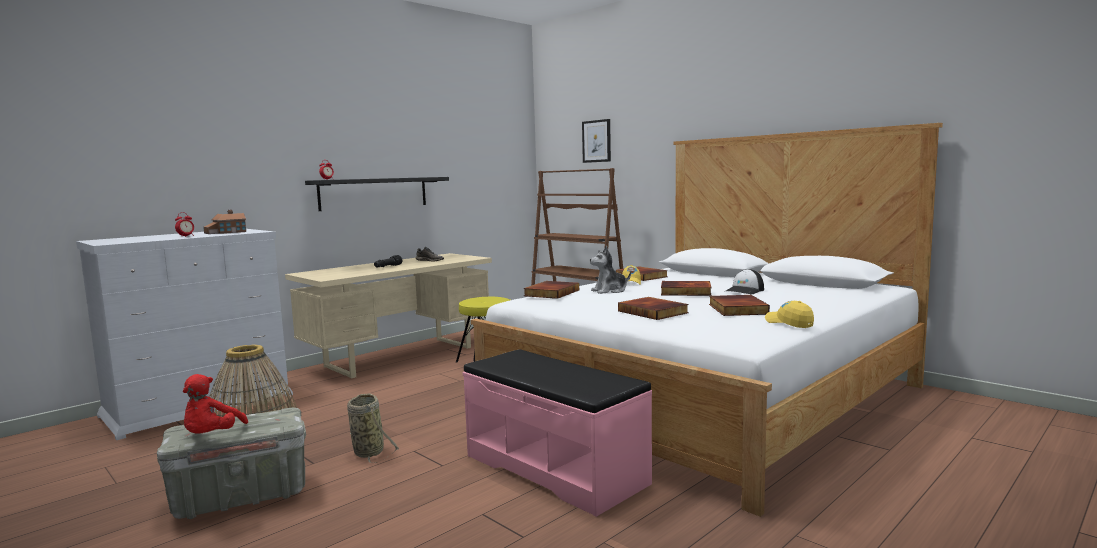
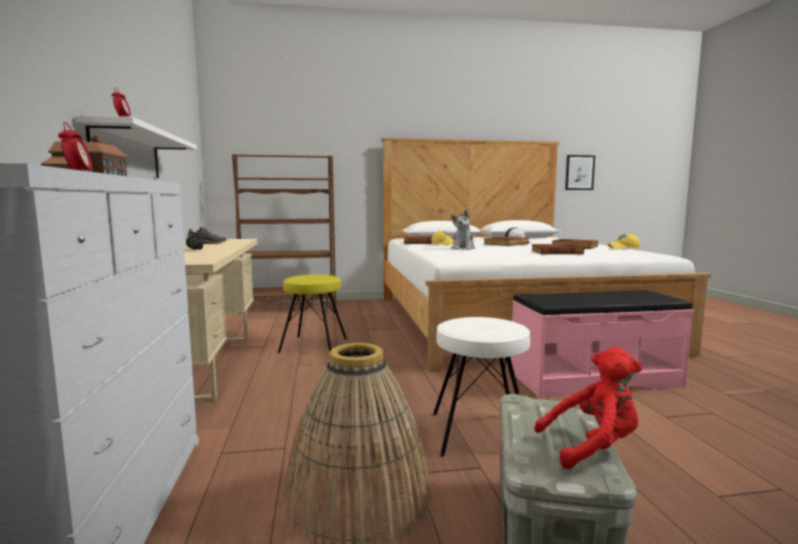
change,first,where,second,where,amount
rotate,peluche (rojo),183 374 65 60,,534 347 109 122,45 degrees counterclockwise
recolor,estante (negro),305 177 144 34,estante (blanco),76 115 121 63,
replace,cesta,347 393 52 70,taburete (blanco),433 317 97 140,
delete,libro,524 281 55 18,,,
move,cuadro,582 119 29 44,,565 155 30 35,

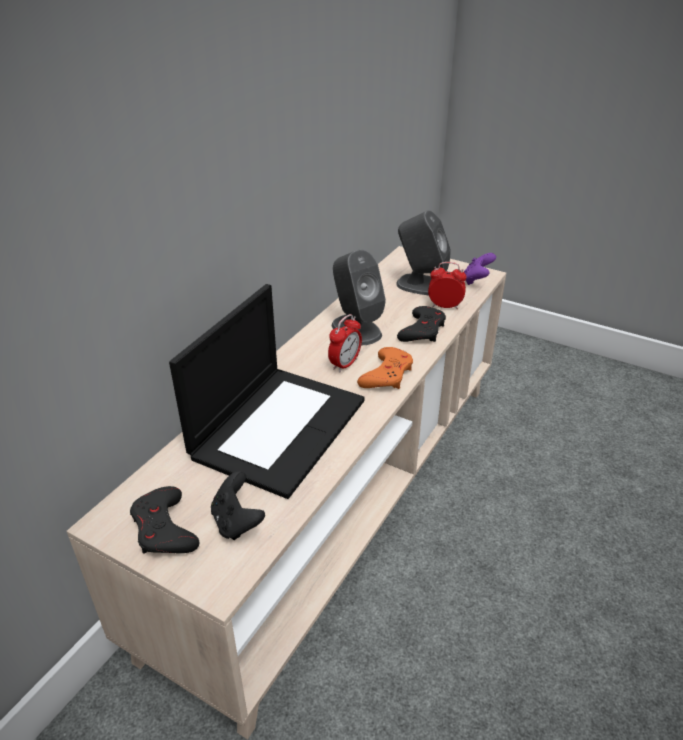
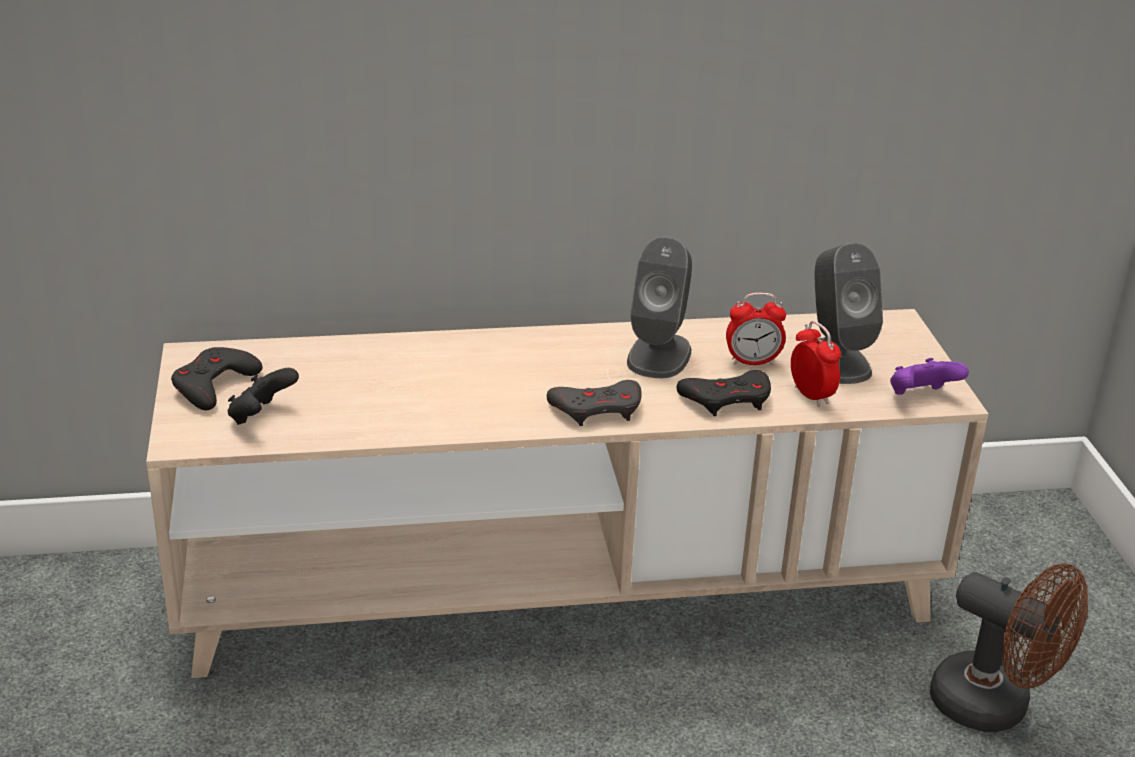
change,first,where,second,where,amount
delete,portátil,169 284 195 215,,,
move,despertador,328 314 34 58,,726 292 60 73,
recolor,mando de consola (naranja),357 347 56 42,mando de consola (gris),547 380 95 46,
insert,,,ventilador (marrón),930 563 158 169,

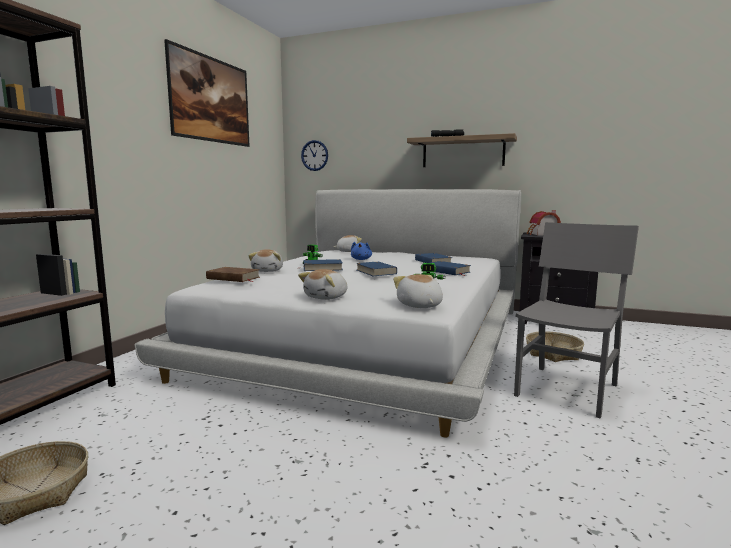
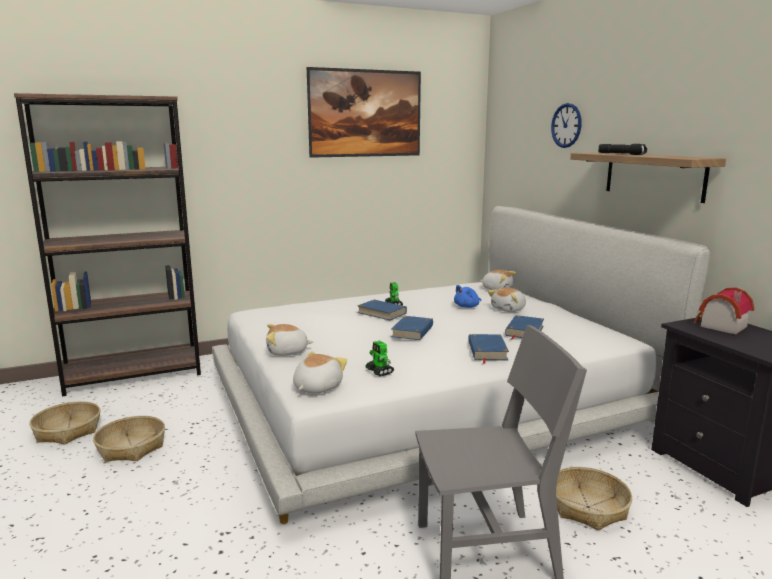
change,first,where,second,where,amount
delete,libro (marrón),206 267 54 15,,,
move,peluche,248 249 35 23,,488 287 38 25,
move,reloj de pared,301 140 27 31,,551 103 31 45,
insert,,,cesta,93 416 72 46,

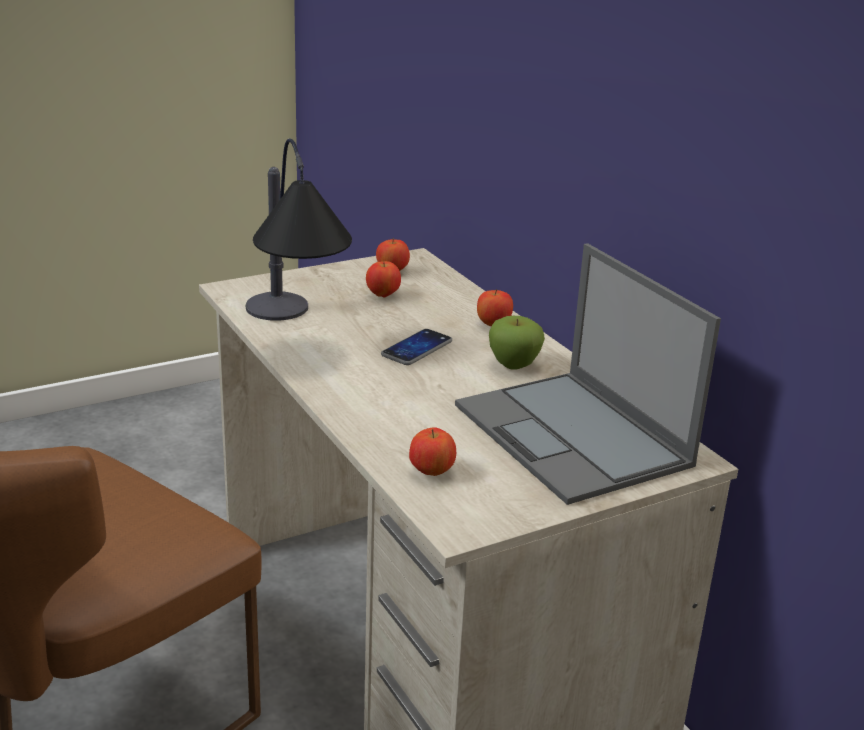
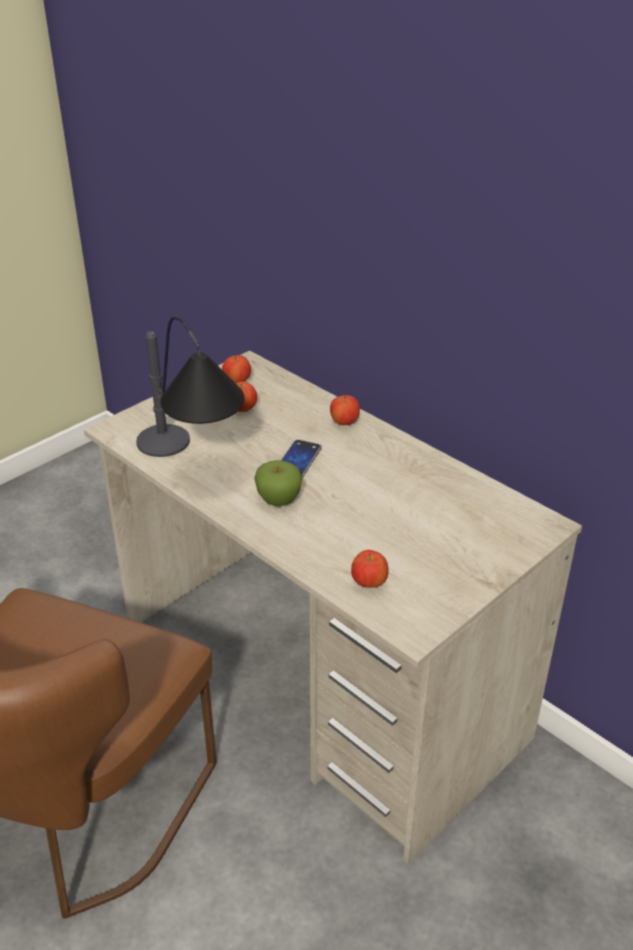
change,first,where,second,where,amount
delete,portátil,455 243 266 262,,,
move,manzana,489 316 56 54,,254 460 48 47,

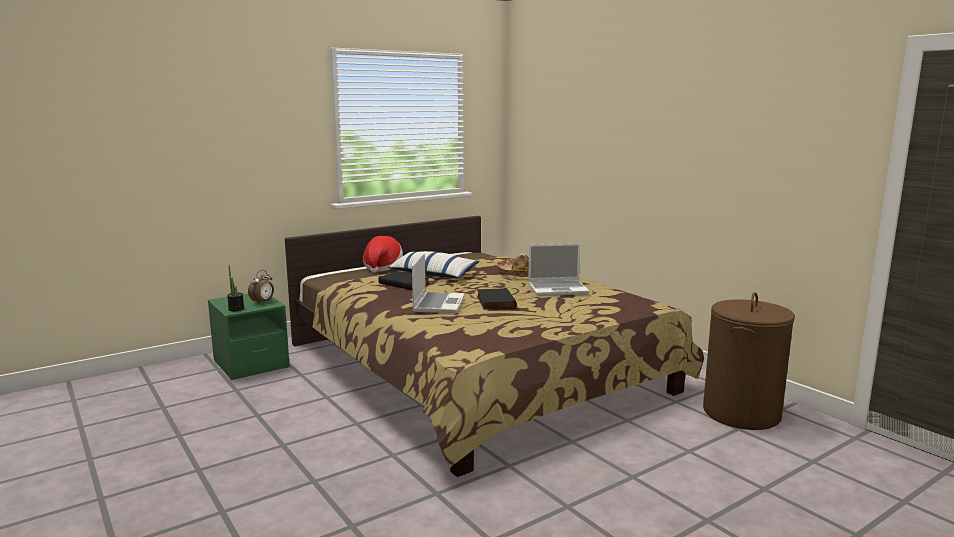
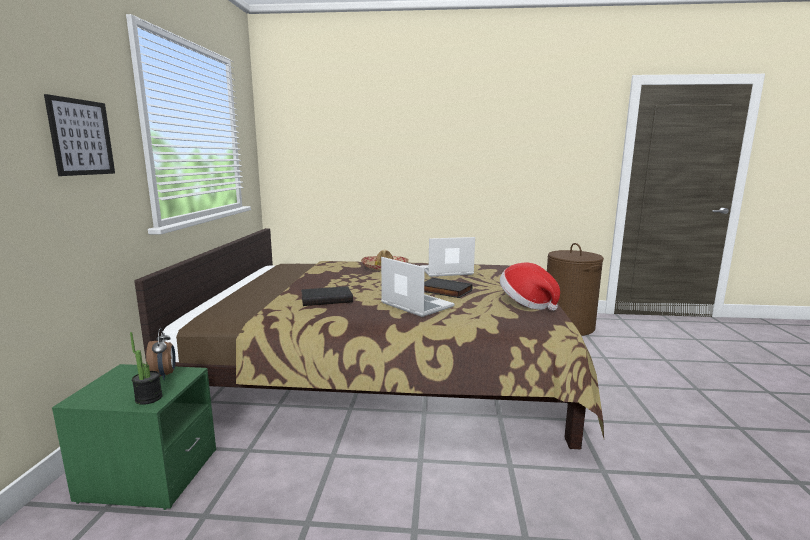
change,first,where,second,where,amount
move,sombrero,363 236 40 37,,500 262 60 49,
delete,cojín,388 251 92 27,,,
rotate,portátil,528 244 61 52,,420 237 55 40,135 degrees counterclockwise
insert,,,cuadro,44 94 71 82,

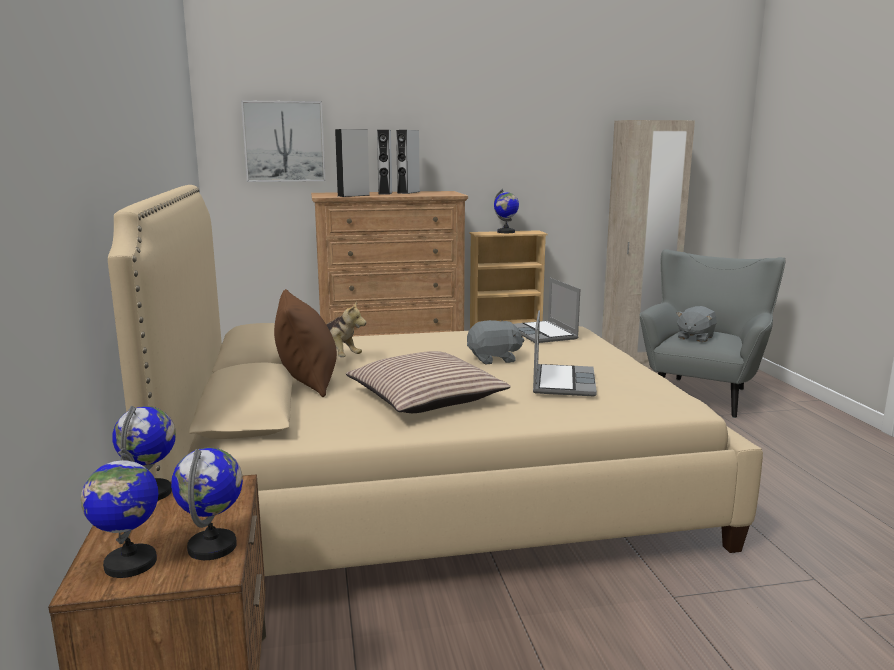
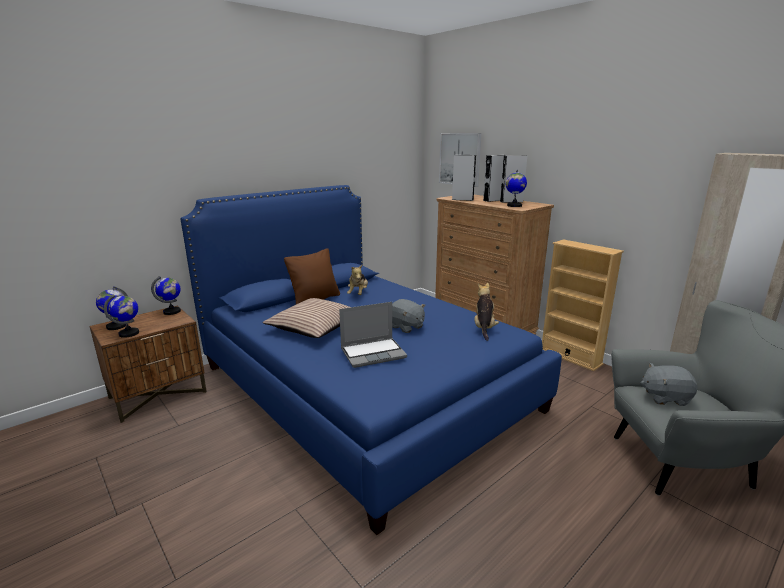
change,first,where,second,where,amount
recolor,cama (beis),108 185 655 391,cama (azul),180 185 382 350,
move,globo terráqueo,494 189 25 44,,506 169 21 38,
replace,portátil,514 278 66 65,peluche,474 283 25 58,

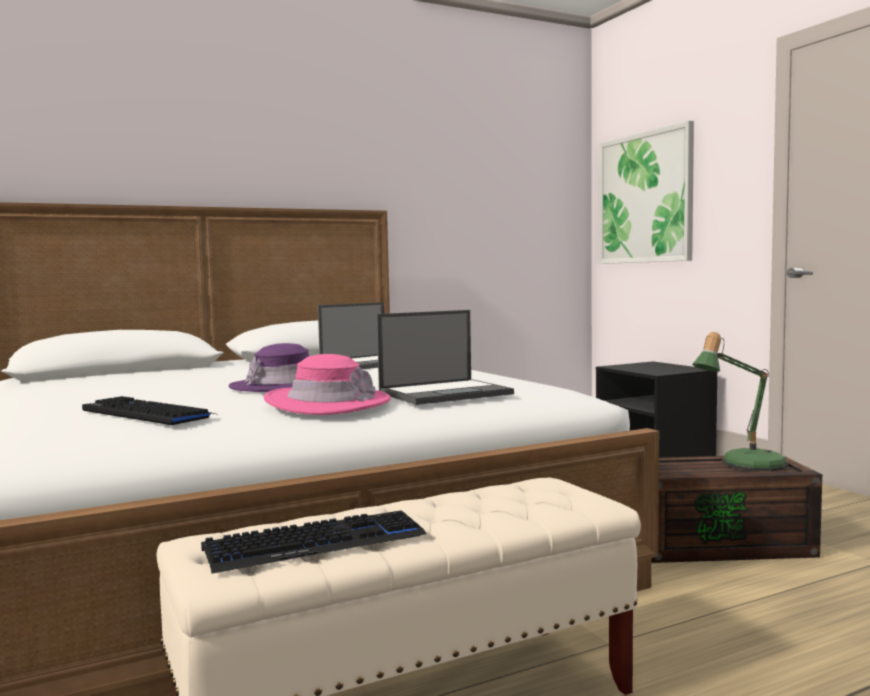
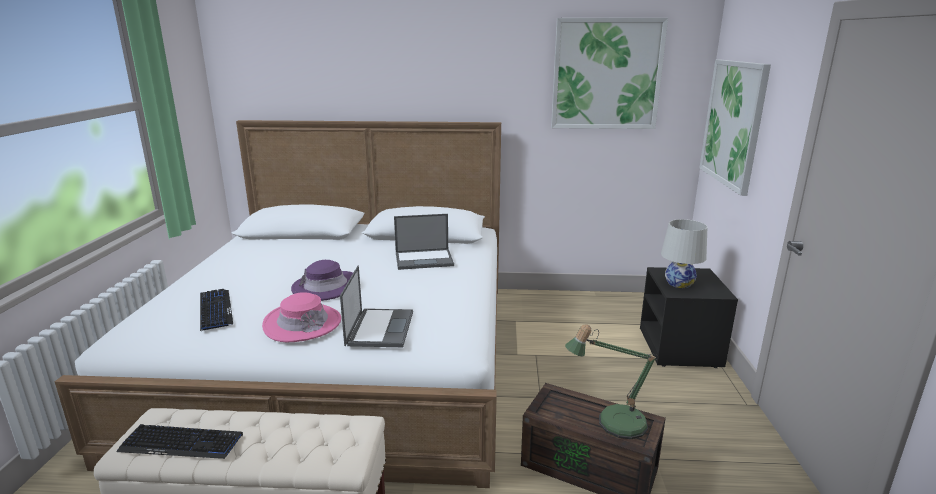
change,first,where,second,where,amount
rotate,portátil,377 310 137 95,,340 266 73 81,90 degrees counterclockwise
insert,,,cuadro,551 18 117 111,
insert,,,lámpara de mesa (blanco),661 219 46 69,

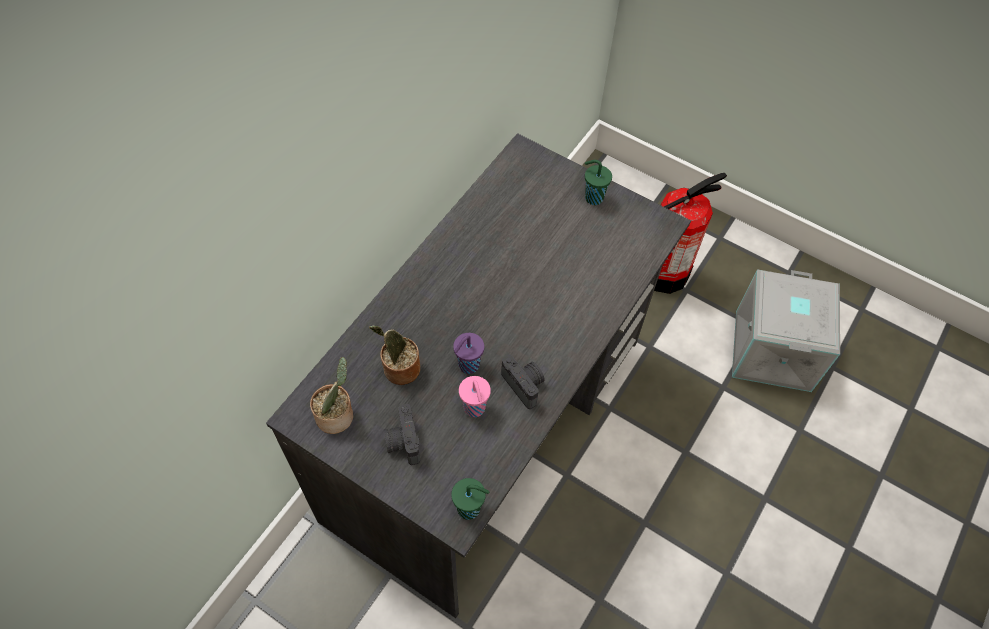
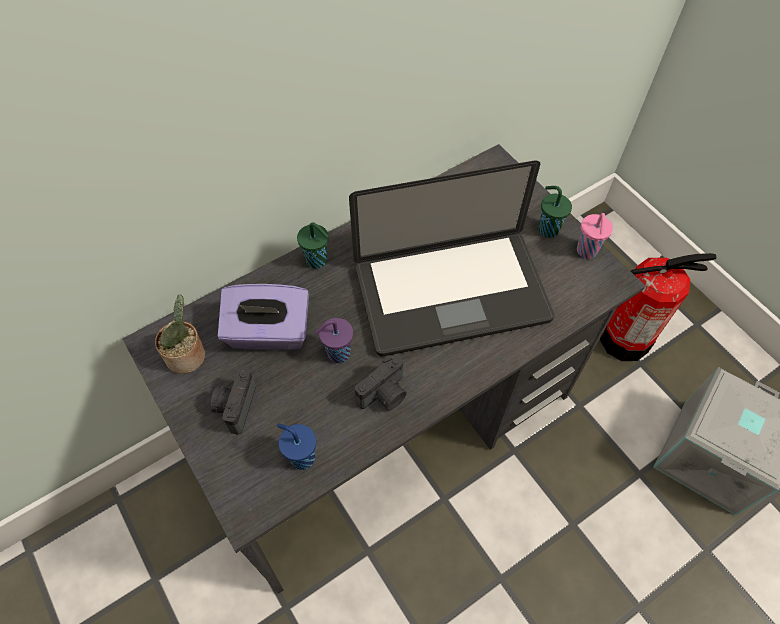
change,first,where,second,where,amount
replace,planta en maceta,369 326 51 59,caja de pañuelos (morado),218 284 91 66,
move,taza (verde),451 478 38 42,,297 222 31 47,
move,taza (rosa),459 376 32 41,,577 213 36 46,
rotate,cámara,501 355 44 54,,355 355 52 56,60 degrees clockwise
insert,,,taza (azul),277 424 39 46,
insert,,,portátil,349 161 206 195,

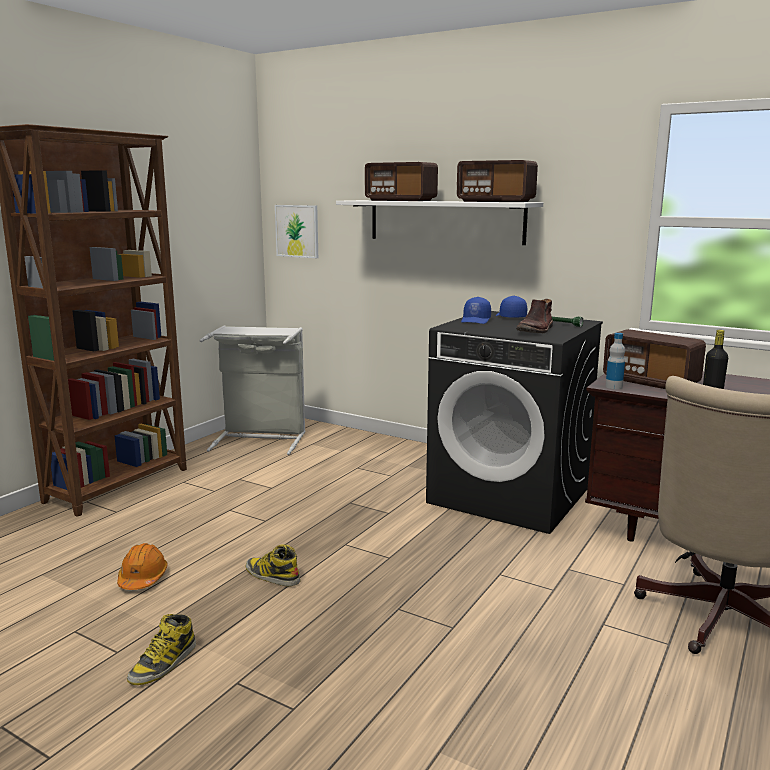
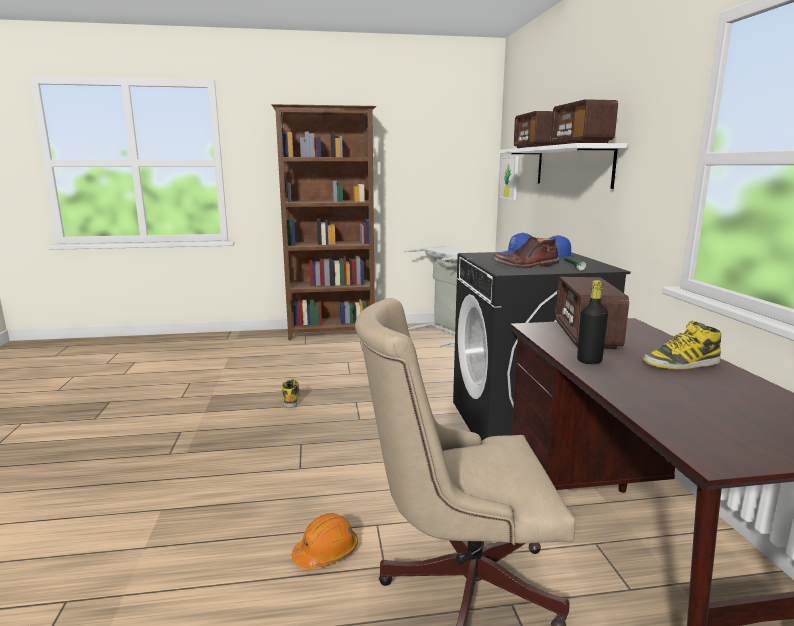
change,first,where,second,where,amount
move,casco (naranja),117 543 51 47,,292 513 66 56,
move,bota,127 614 69 71,,643 321 78 49,
delete,botella,605 333 20 56,,,

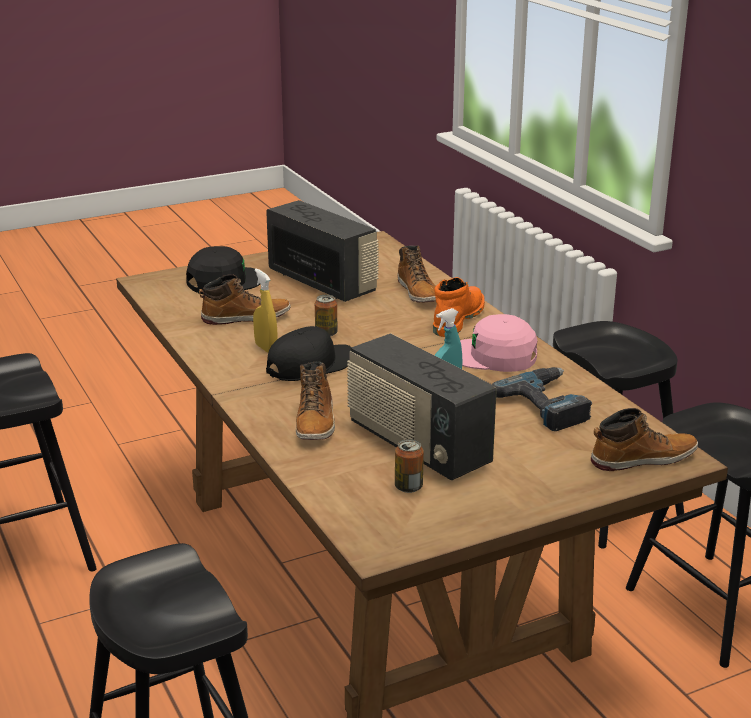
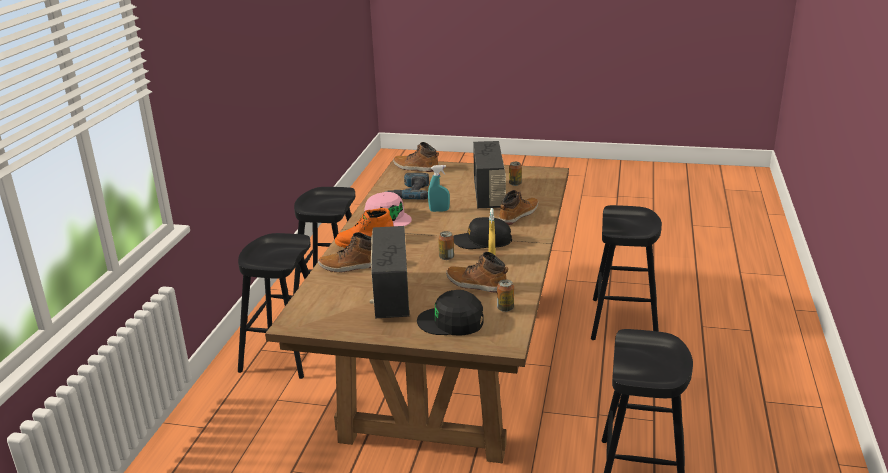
change,first,where,second,where,amount
rotate,bota,398 245 38 57,,318 232 53 40,120 degrees counterclockwise
insert,,,lata,497 279 17 33,

